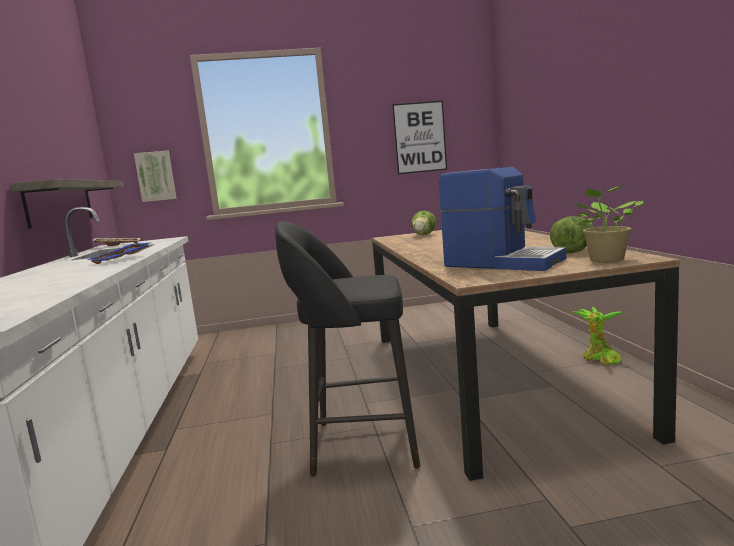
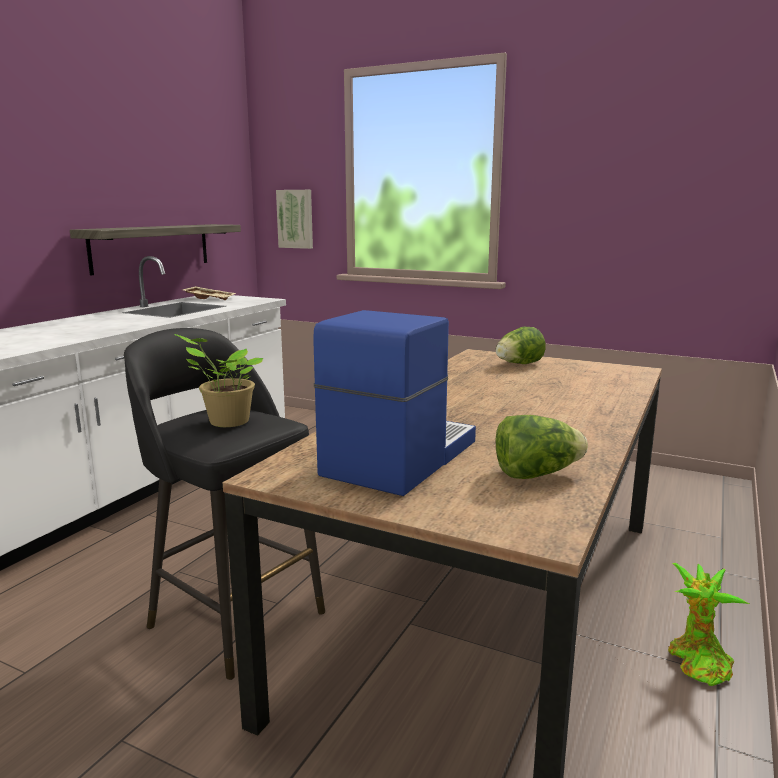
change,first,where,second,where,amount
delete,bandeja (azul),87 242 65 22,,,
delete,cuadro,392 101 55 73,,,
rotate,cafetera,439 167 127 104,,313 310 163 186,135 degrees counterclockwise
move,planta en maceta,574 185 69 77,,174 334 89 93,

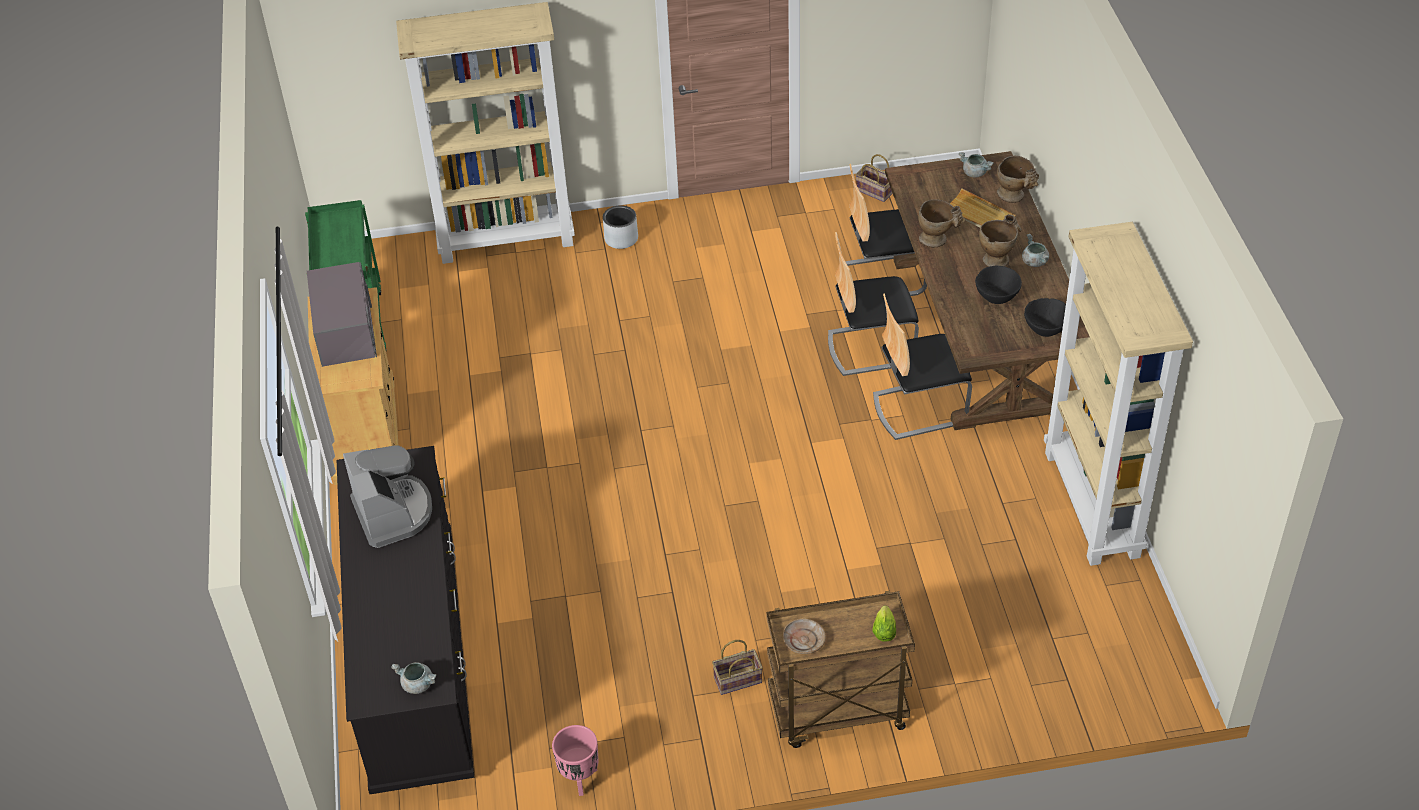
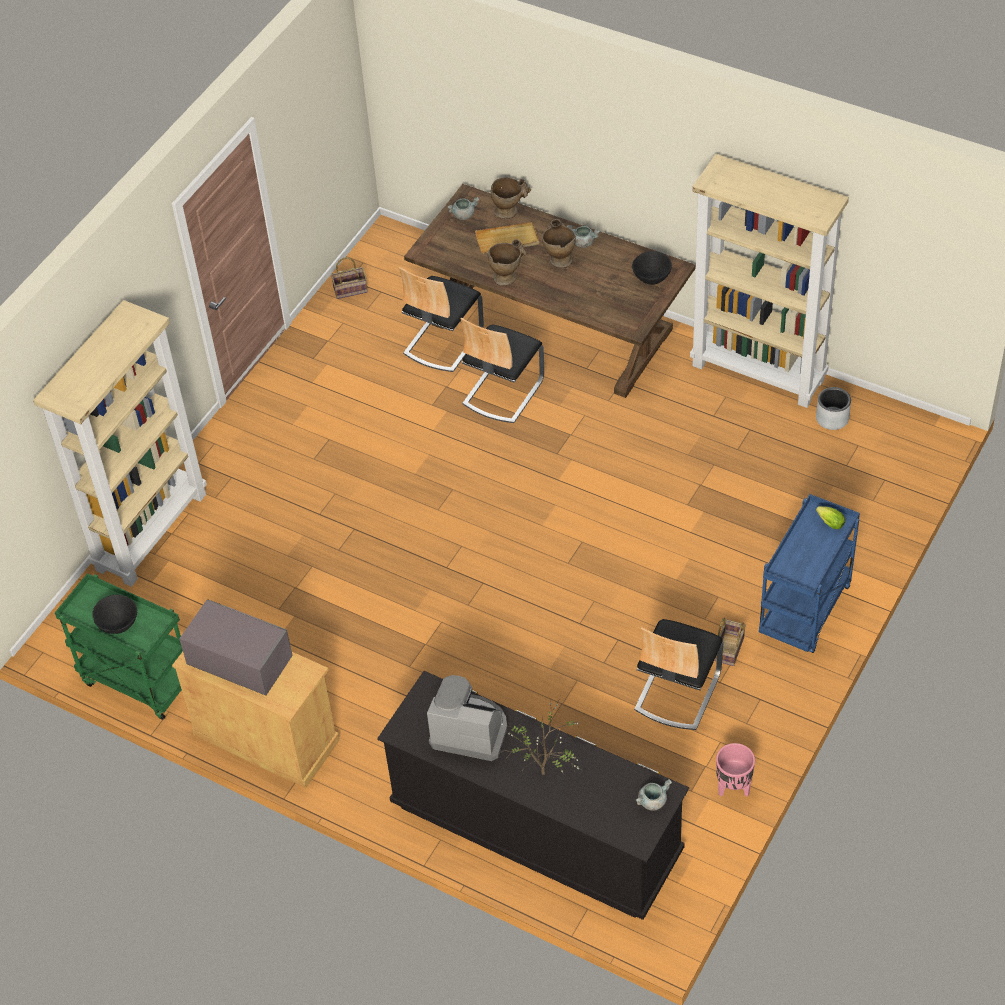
change,first,where,second,where,amount
move,maceta (gris),603 205 35 44,,816 387 35 43,
recolor,carrito (marrón),766 591 149 157,carrito (azul),759 494 101 159,
delete,plato (beis),783 619 43 35,,,
move,silla,873 293 99 147,,634 619 89 111,
move,cuenco (negro),975 265 47 39,,92 595 45 39,
insert,,,planta en maceta,502 696 78 79,

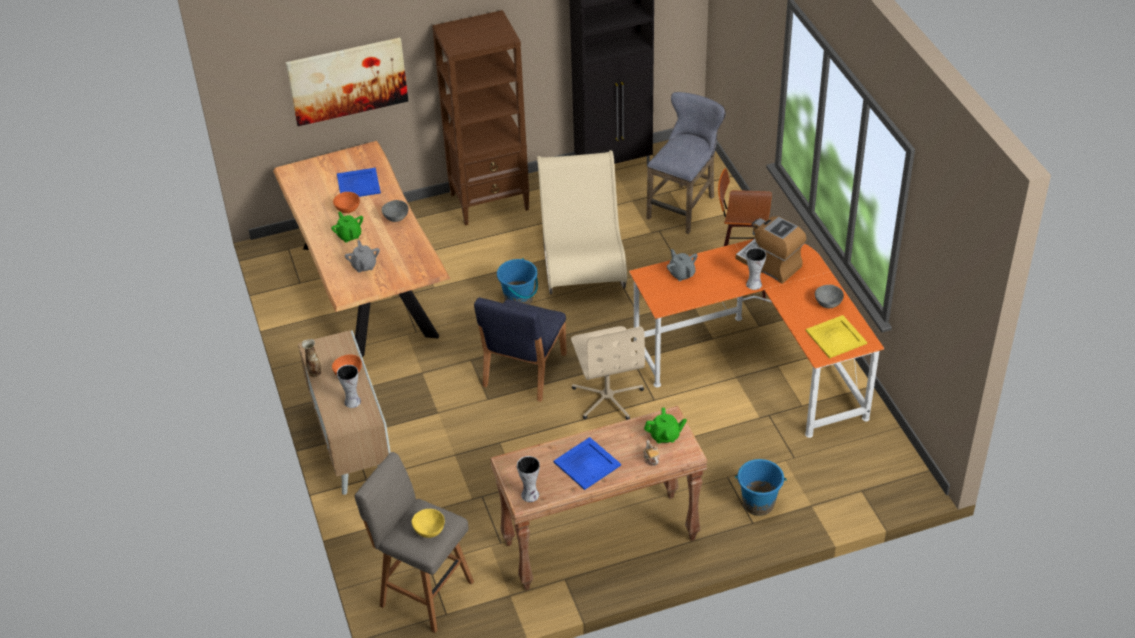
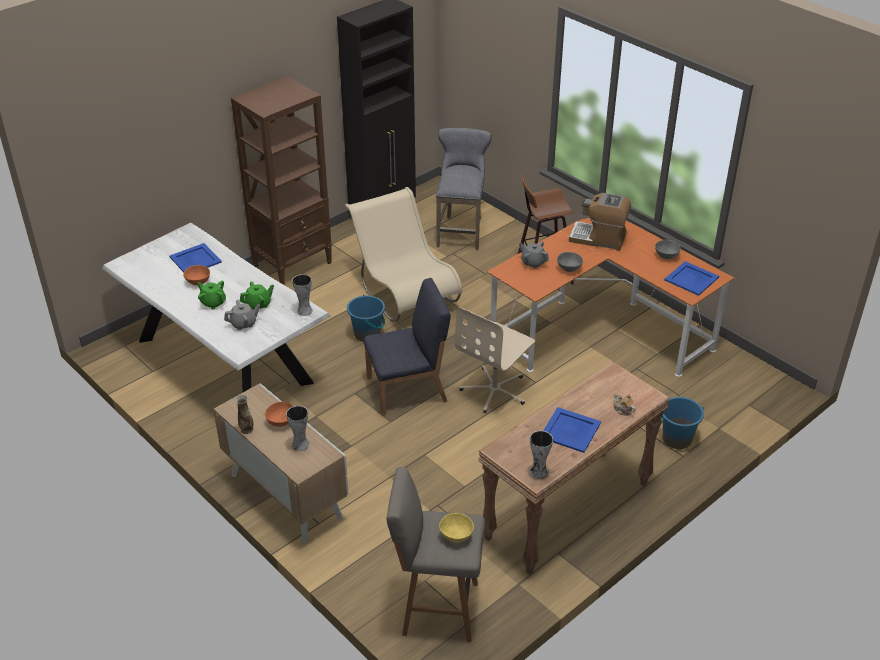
change,first,where,second,where,amount
recolor,mesa de comedor (marrón),273 141 177 216,mesa de comedor (blanco),102 223 228 170,
delete,cuadro,286 38 122 88,,,
rotate,tetera (gris),345 240 35 32,,224 300 36 30,105 degrees clockwise
move,cuenco (gris),382 200 26 22,,557 252 26 20,
rotate,silla (azul),474 298 93 104,,364 278 87 138,105 degrees counterclockwise
rotate,silla de oficina (beis),571 326 74 94,,455 307 80 106,75 degrees clockwise
move,tetera (verde),644 407 43 36,,240 281 34 29,
move,florero,746 248 20 42,,292 274 20 42,
recolor,bandeja (amarillo),806 315 61 44,bandeja (azul),664 261 55 35,

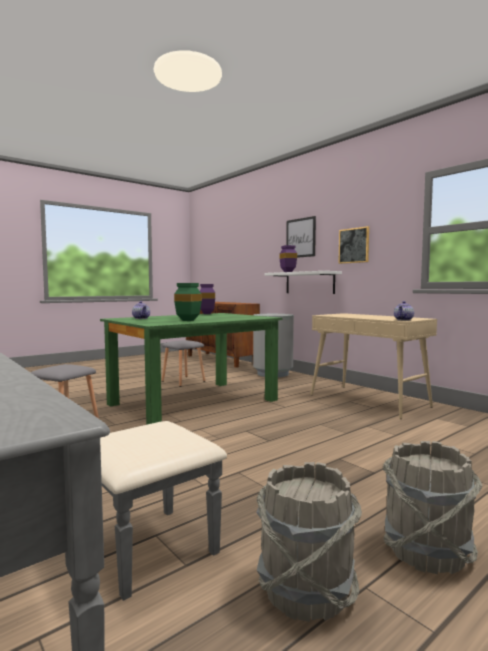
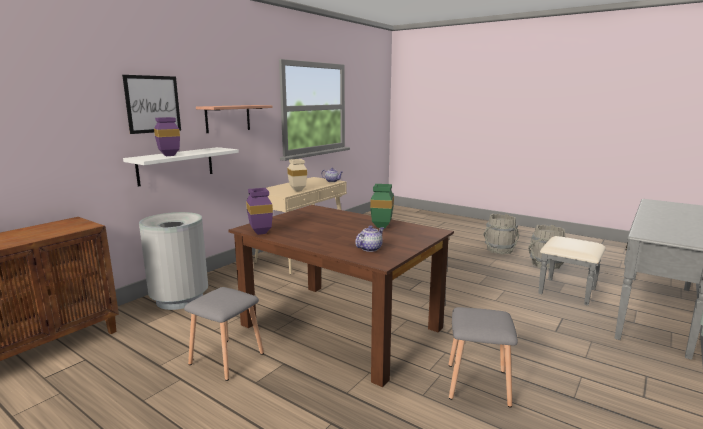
change,first,where,second,where,amount
recolor,mesa de comedor (verde),100 313 182 112,mesa de comedor (marrón),228 205 226 182,
replace,cuadro,338 226 31 38,estante,196 105 77 28,
insert,,,florero (beis),287 159 20 32,

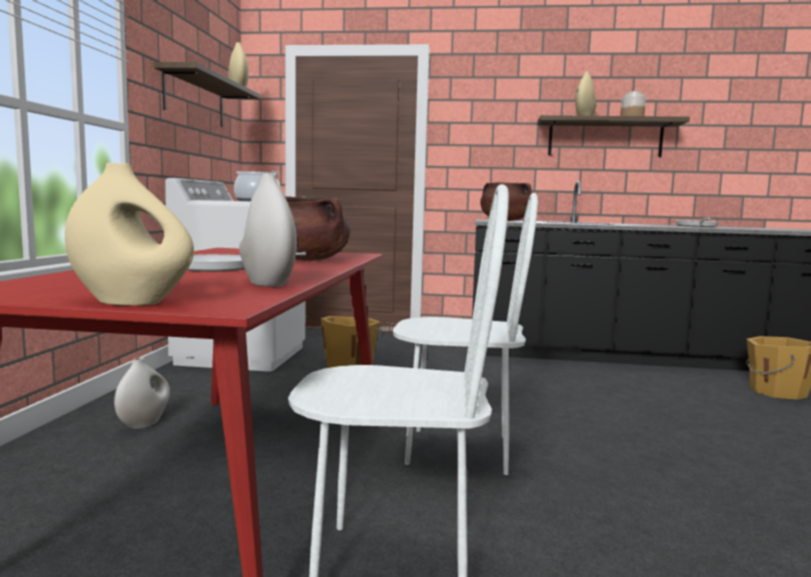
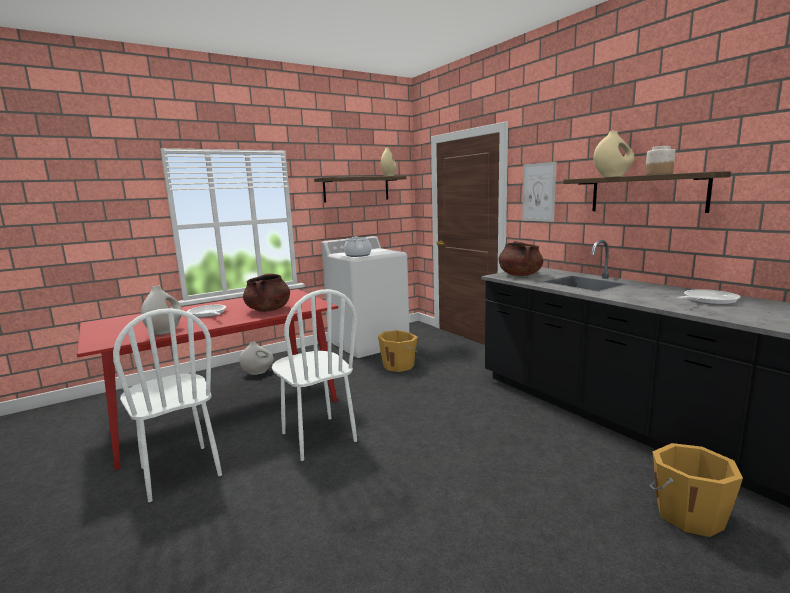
change,first,where,second,where,amount
delete,florero (beis),65 162 129 144,,,
insert,,,cuadro,522 162 34 60,

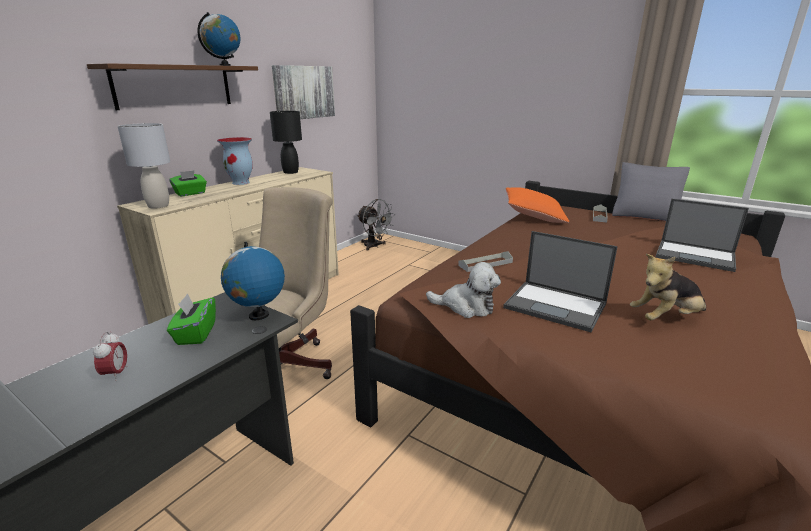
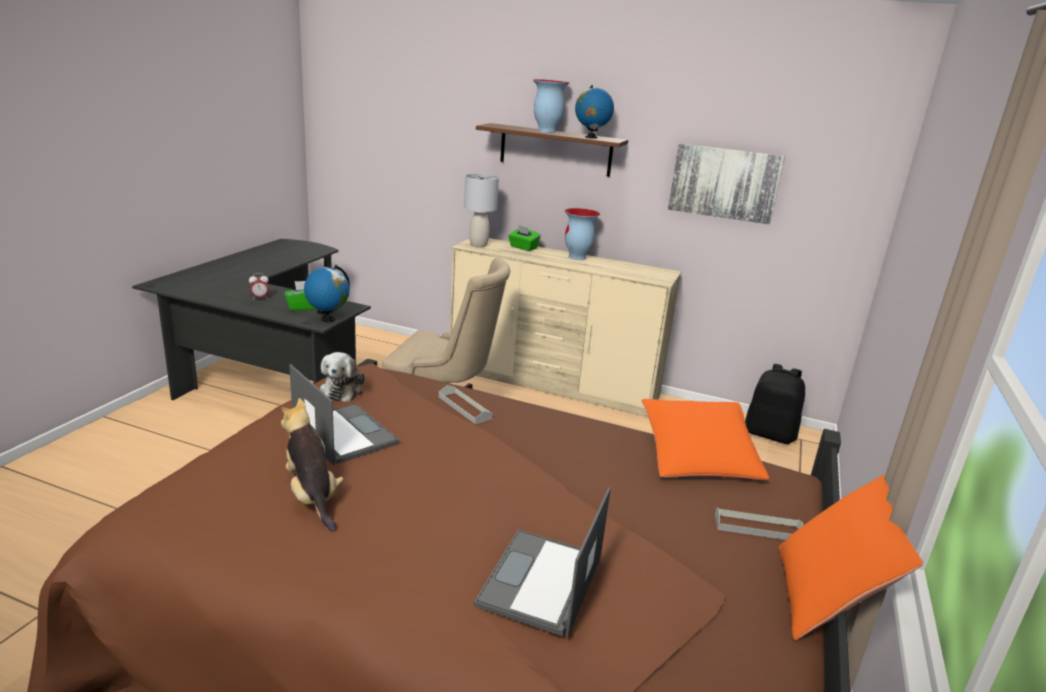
change,first,where,second,where,amount
delete,lámpara de mesa (negro),270 111 32 63,,,
replace,ventilador (gris),357 199 36 51,mochila (negro),745 364 60 80,
rotate,portátil,503 231 115 101,,289 364 110 101,120 degrees clockwise
recolor,cojín (gris),612 162 78 59,cojín (naranja),779 475 144 165,
insert,,,florero,533 79 37 54,

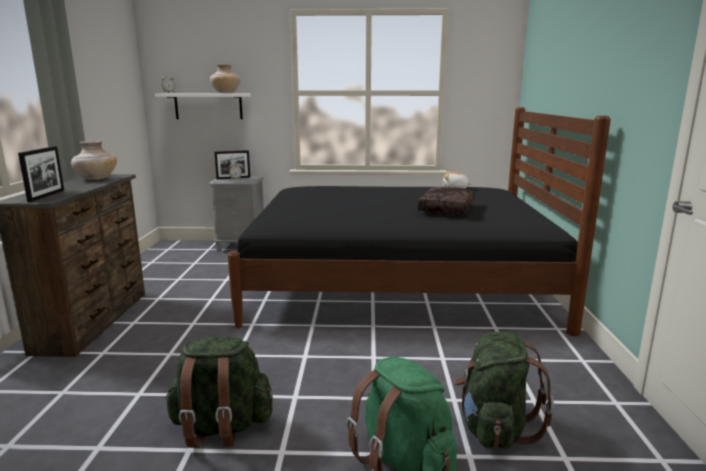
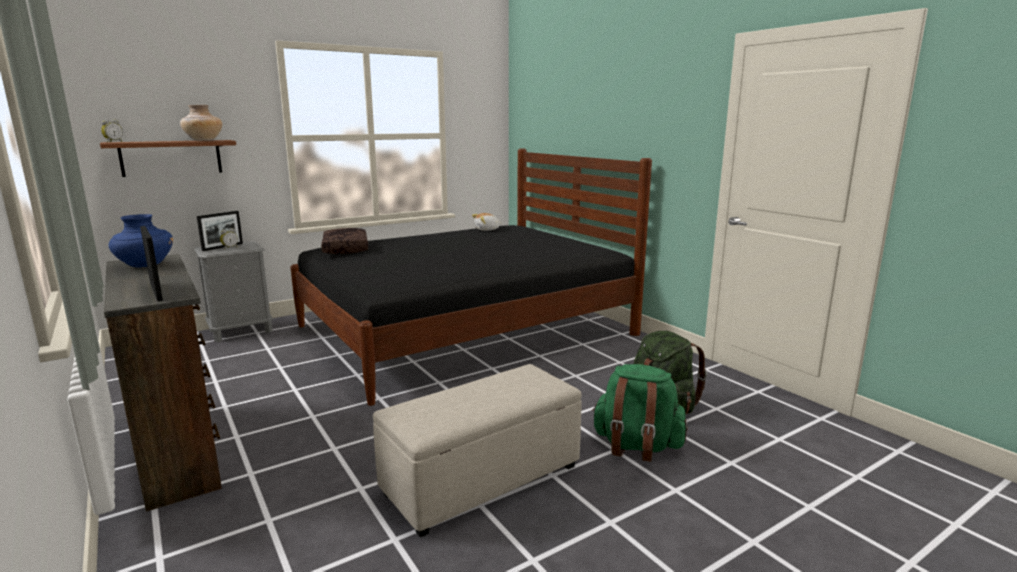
change,first,where,second,where,amount
recolor,florero (beis),71 141 46 39,florero (azul),109 214 64 54,
recolor,estante (blanco),155 93 96 26,estante (marrón),100 140 136 37,
replace,mochila (verde),165 337 108 111,puf (beis),373 364 209 173,
move,cojín (marrón),417 187 58 28,,321 228 47 26,

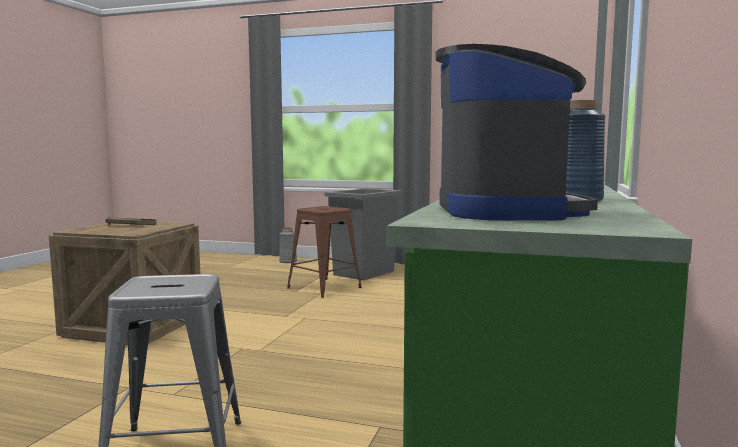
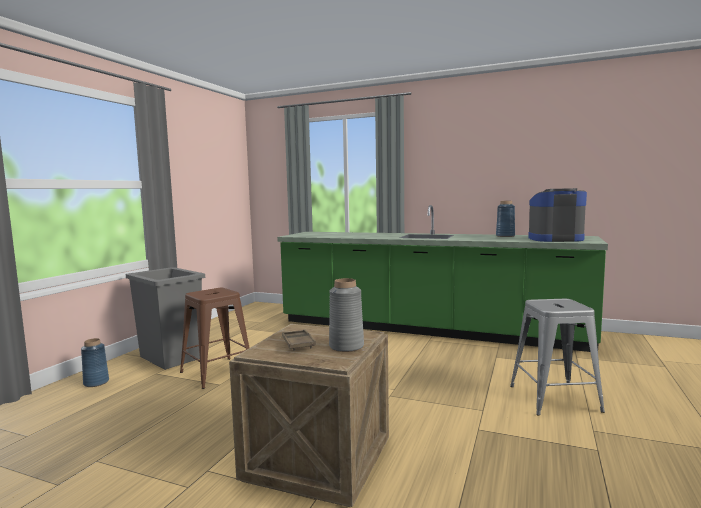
change,first,where,second,where,amount
move,florero (gris),279 228 18 35,,329 278 35 74,
insert,,,florero (azul),81 338 28 49,

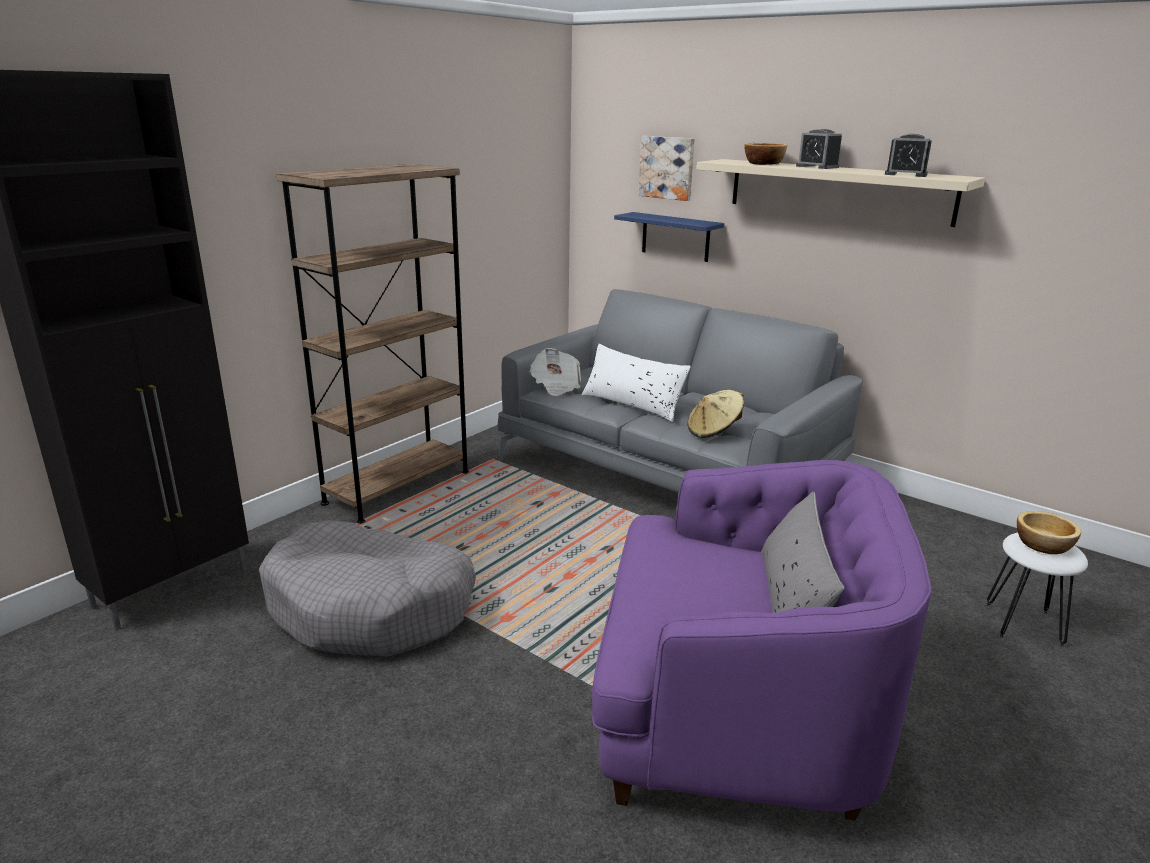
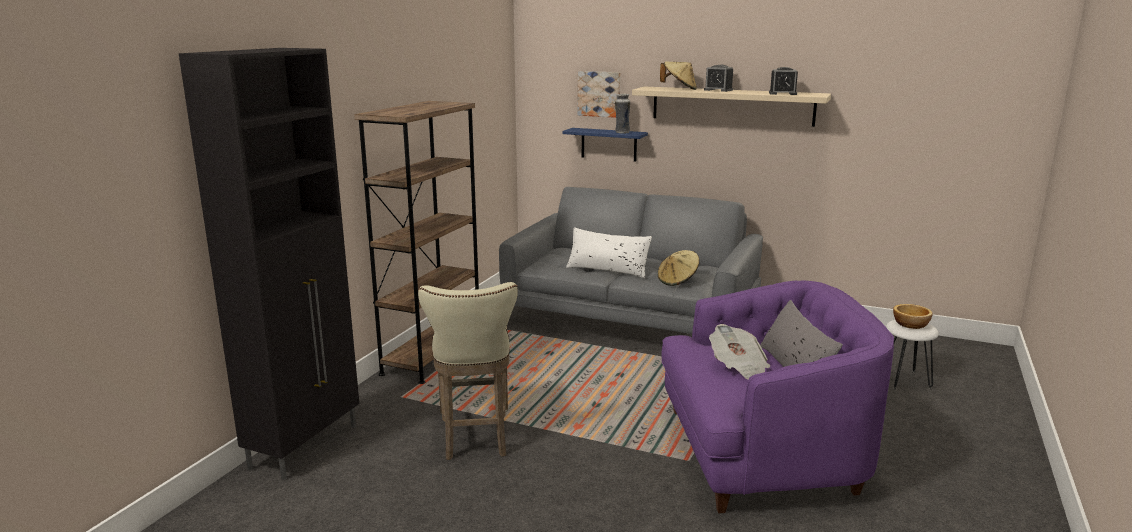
change,first,where,second,where,amount
replace,cama para perro (gris),259 520 217 136,taburete (beis),418 282 100 178,
move,periódico,530 348 51 48,,709 324 61 55,
replace,cuenco,744 143 43 22,sombrero (beis),660 61 37 29,
insert,,,florero,615 94 15 39,

